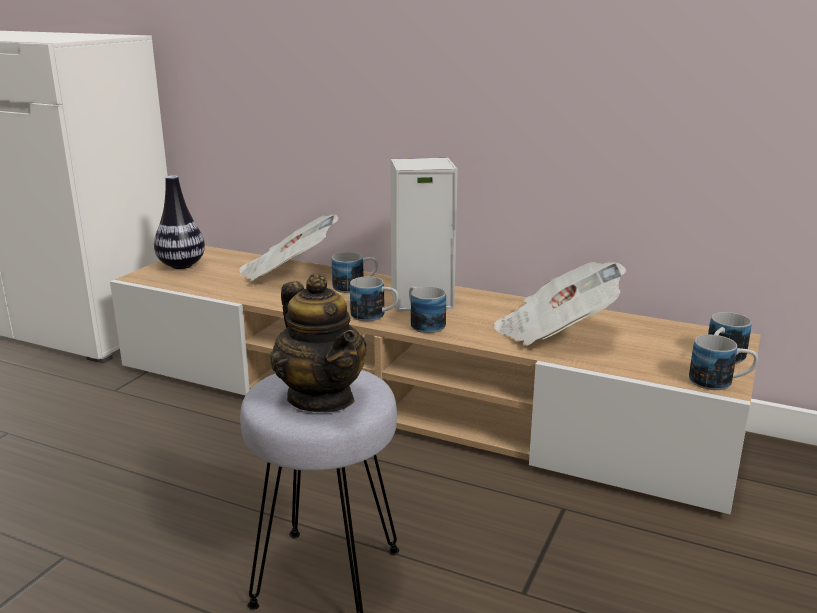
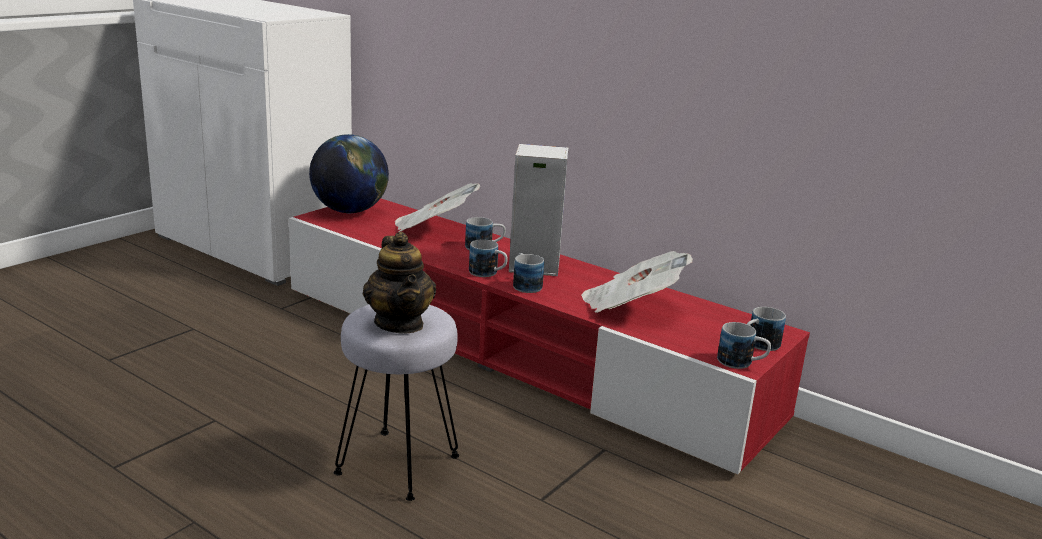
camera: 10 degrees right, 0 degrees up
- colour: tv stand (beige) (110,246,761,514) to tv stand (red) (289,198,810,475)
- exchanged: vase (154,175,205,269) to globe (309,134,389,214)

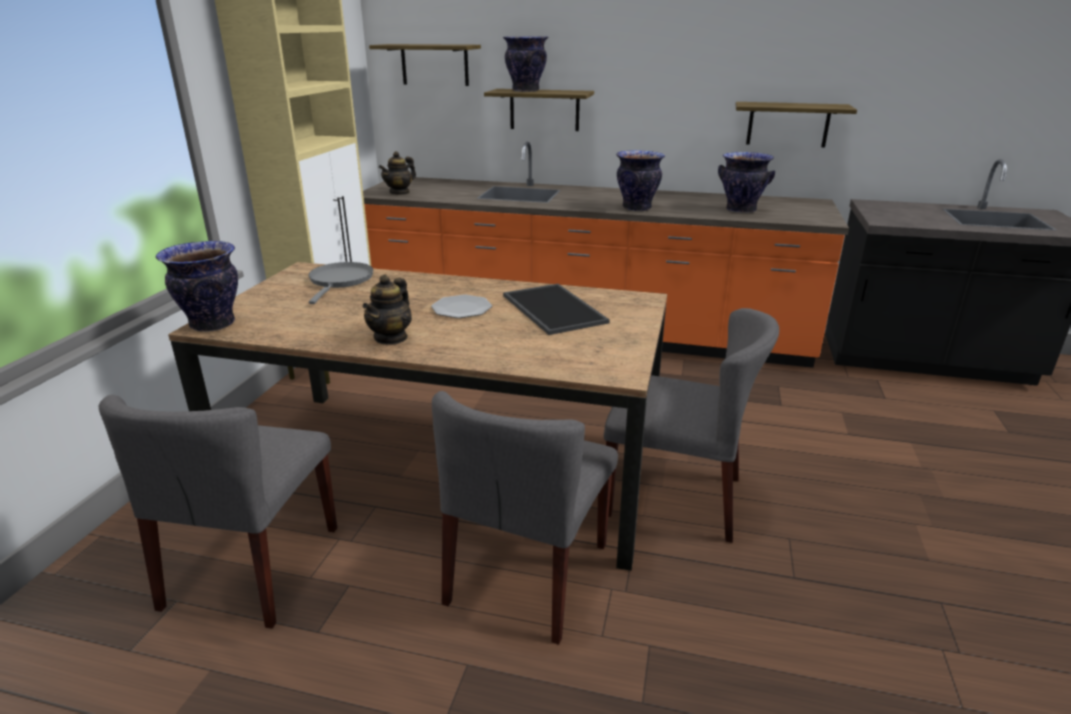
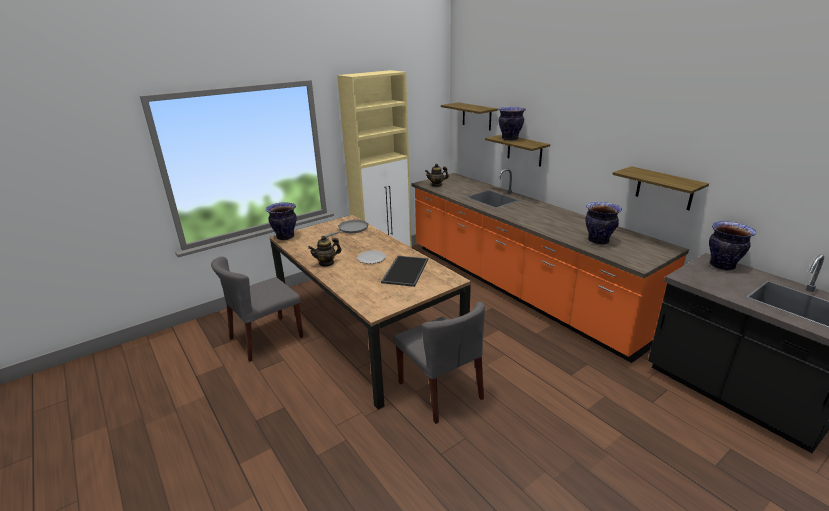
camera: 40 degrees right, 0 degrees up
- relocated: vase (616,150,665,211) to (709,221,756,270)
- missing: chair (grey) (432,391,618,645)

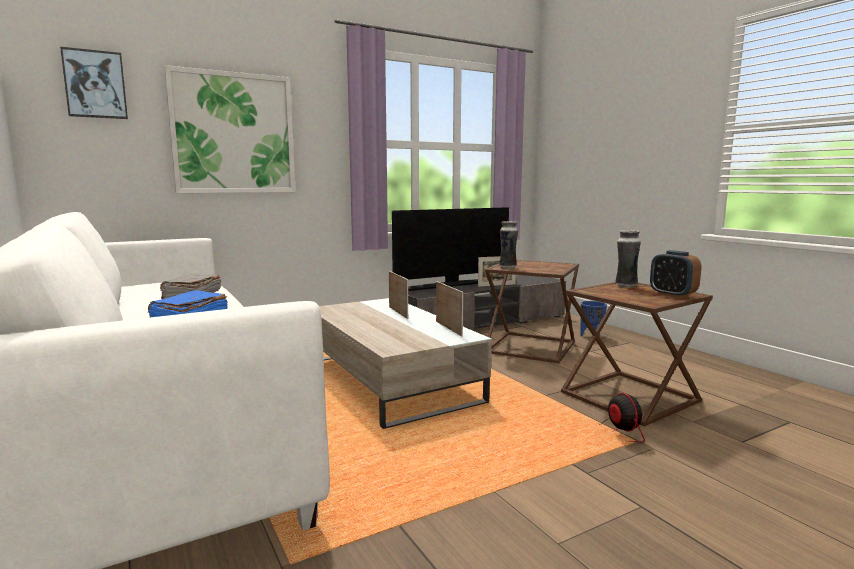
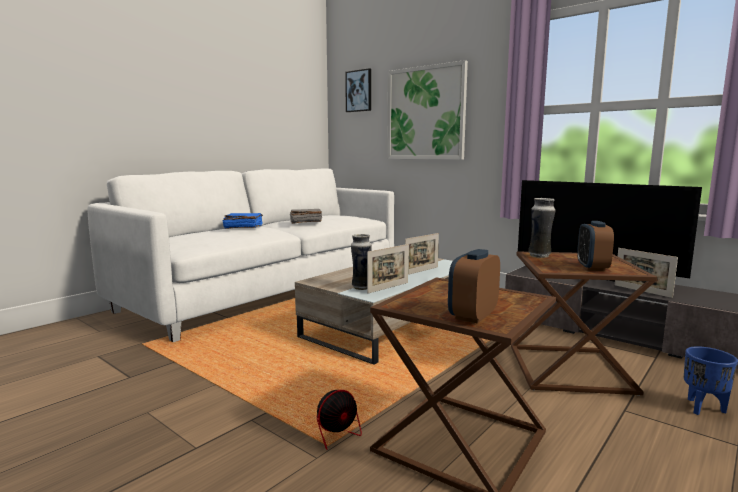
camera: 70 degrees right, 0 degrees up
- relocated: vase (615,230,641,288) to (351,234,372,290)
- appeared: alarm clock (577,221,614,271)

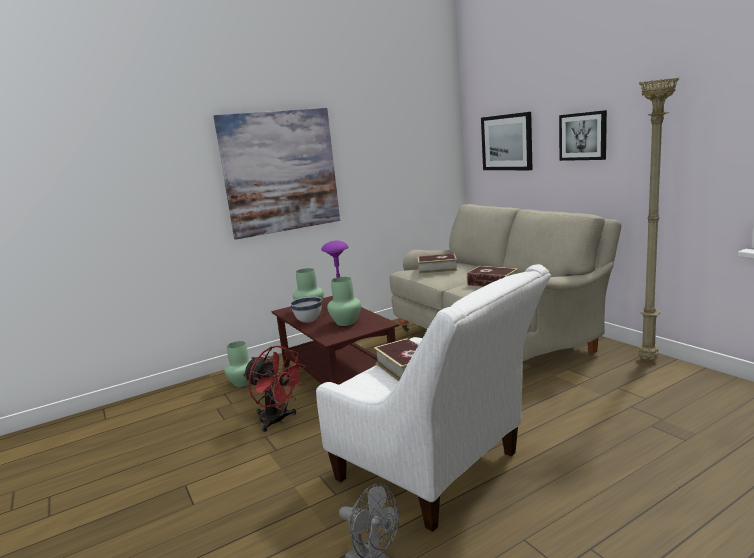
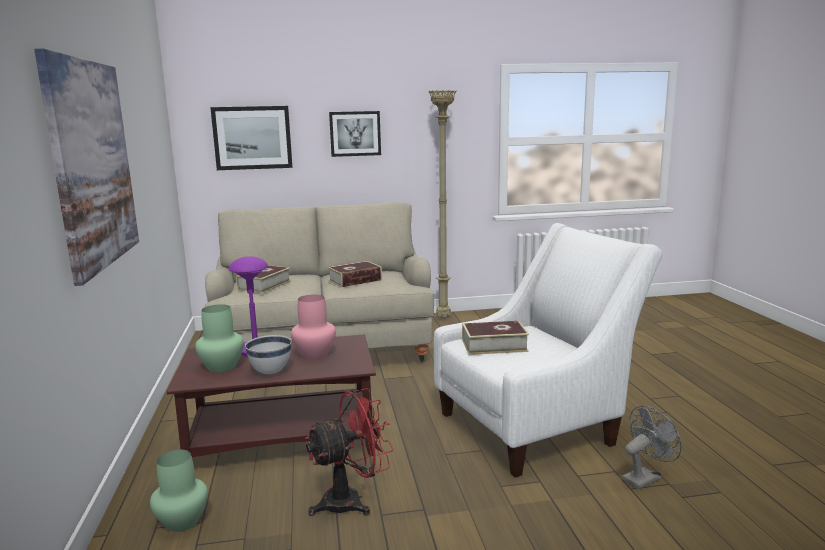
camera: 70 degrees left, 0 degrees up
- colour: vase (green) (327,277,361,326) to vase (pink) (291,295,336,359)

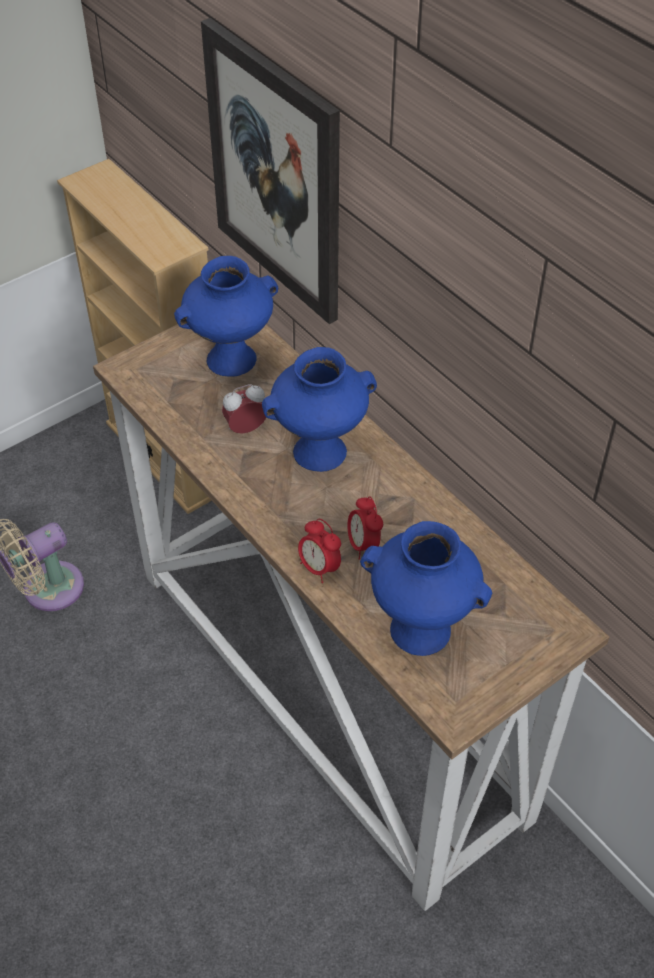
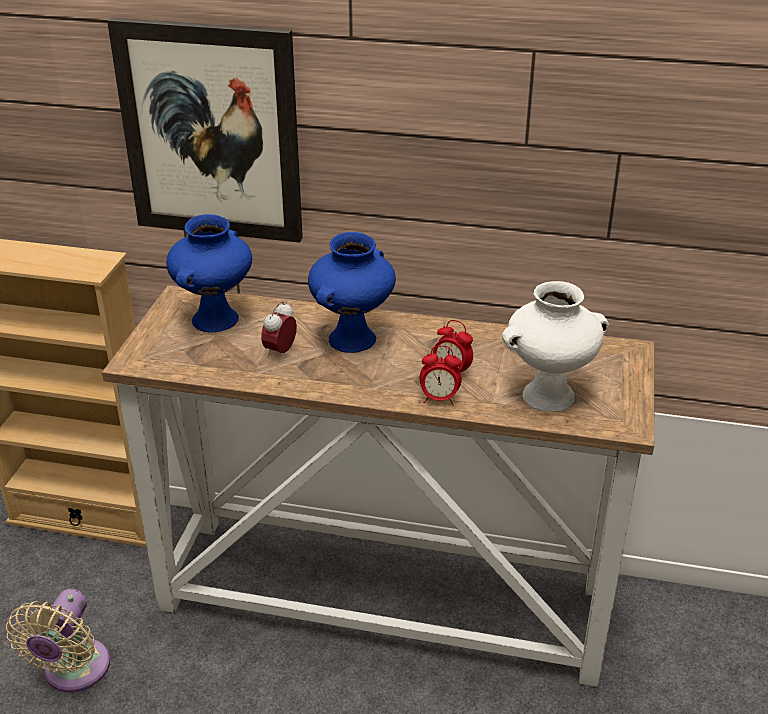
camera: 40 degrees left, 15 degrees down
- colour: vase (blue) (360,521,492,656) to vase (white) (502,281,609,411)

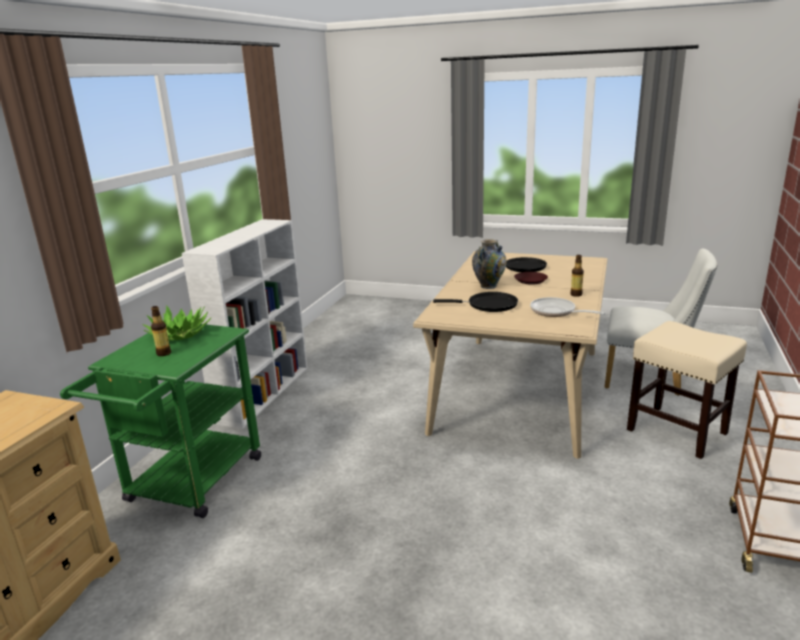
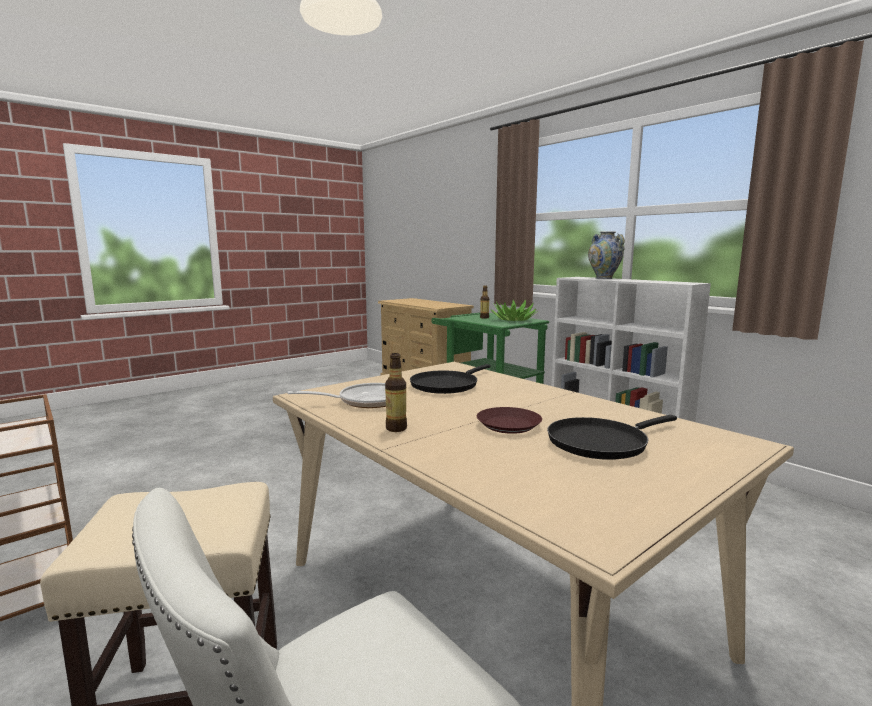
camera: 120 degrees right, 10 degrees down
- relocated: vase (472,239,506,289) to (588,231,625,279)

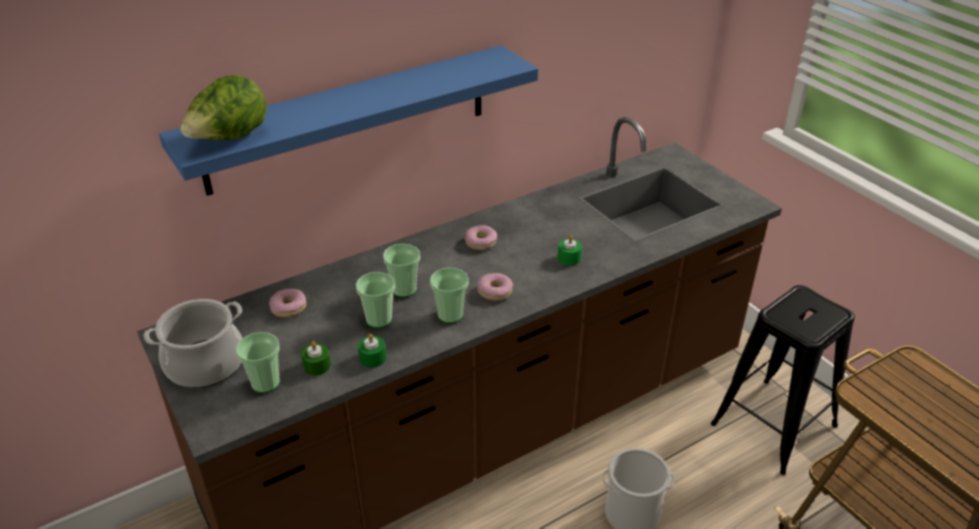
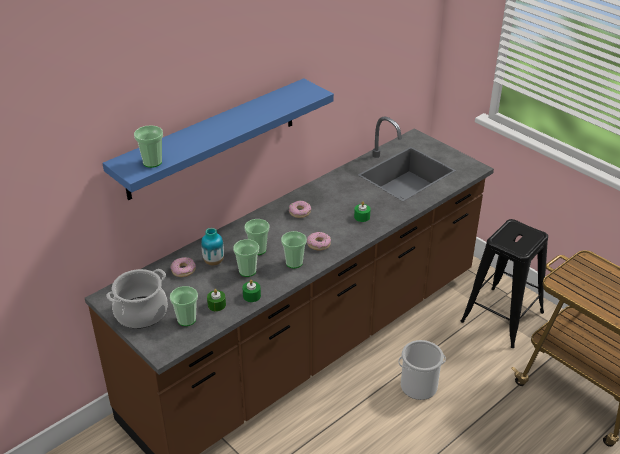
camera: 10 degrees left, 0 degrees up
- exchanged: lettuce (180,75,267,140) to cup (134,125,163,168)
- appeared: vase (201,228,224,265)

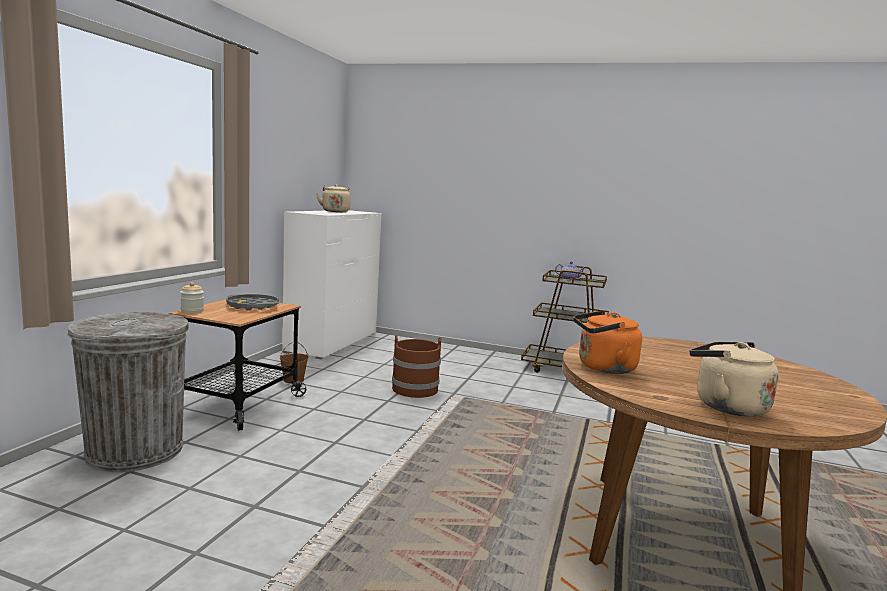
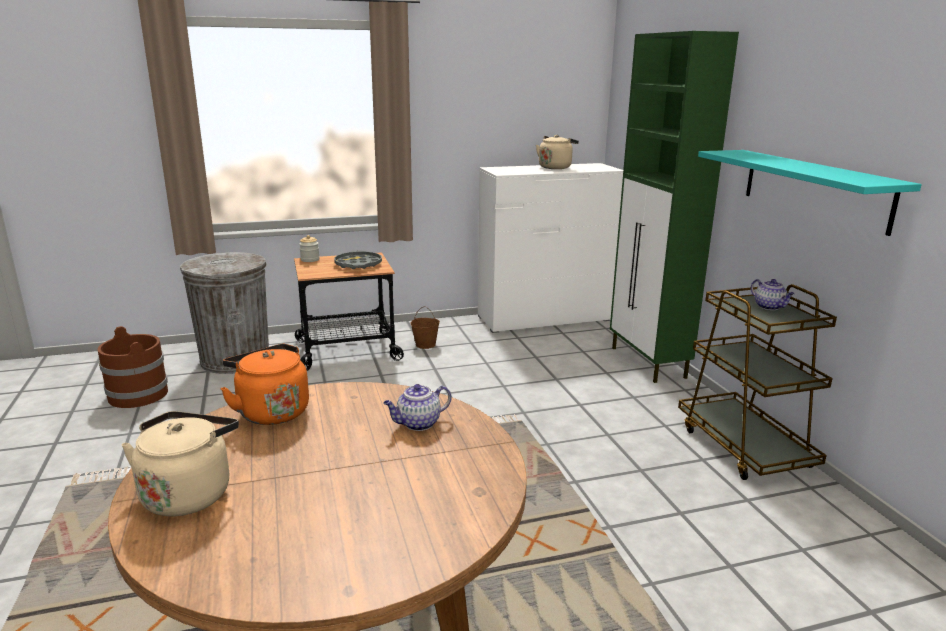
camera: 55 degrees right, 10 degrees up
- relocated: bucket (brown) (392,335,441,398) to (98,326,168,408)
- appeared: teapot (383,384,452,431)
- appeared: cabinet (green) (610,31,739,383)
- appeared: shelf (turquoise) (698,150,922,236)

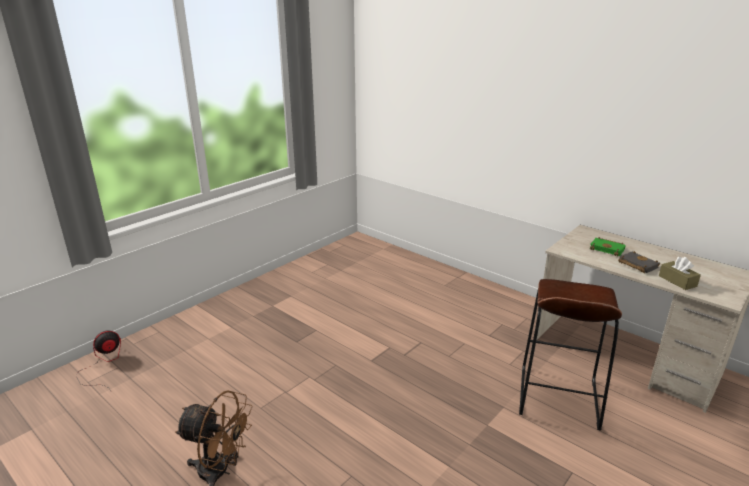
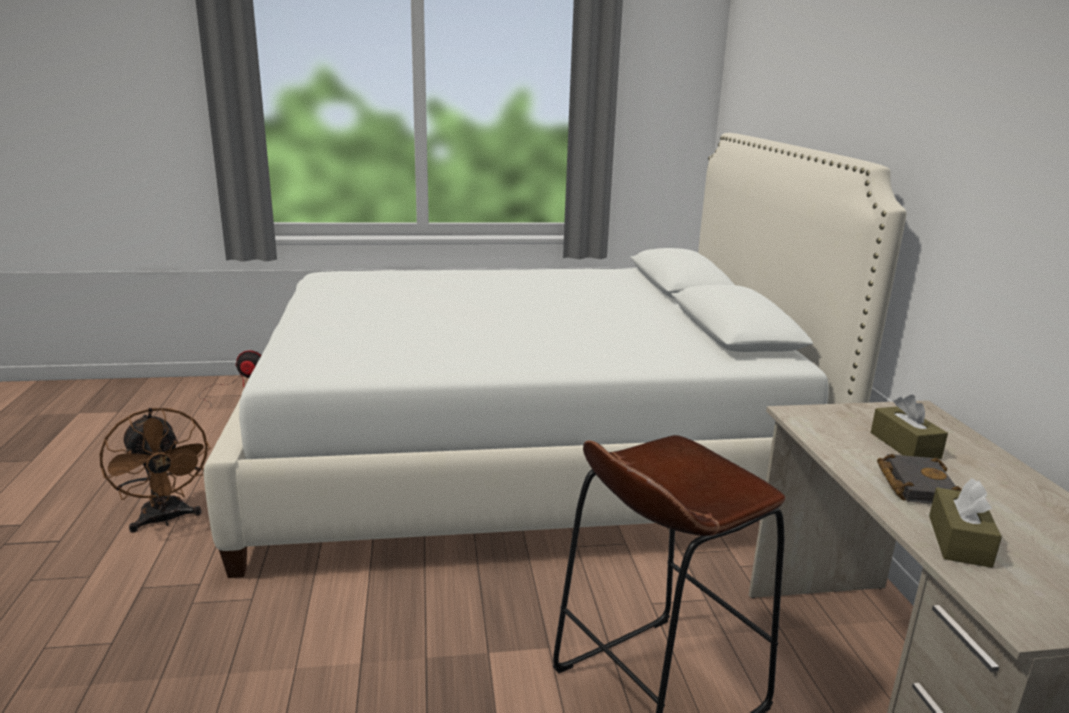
camera: 40 degrees right, 5 degrees down
- appeared: bed (white) (204,133,907,578)
- exchanged: book (green) (590,237,626,256) to tissue box (brown) (871,394,948,459)

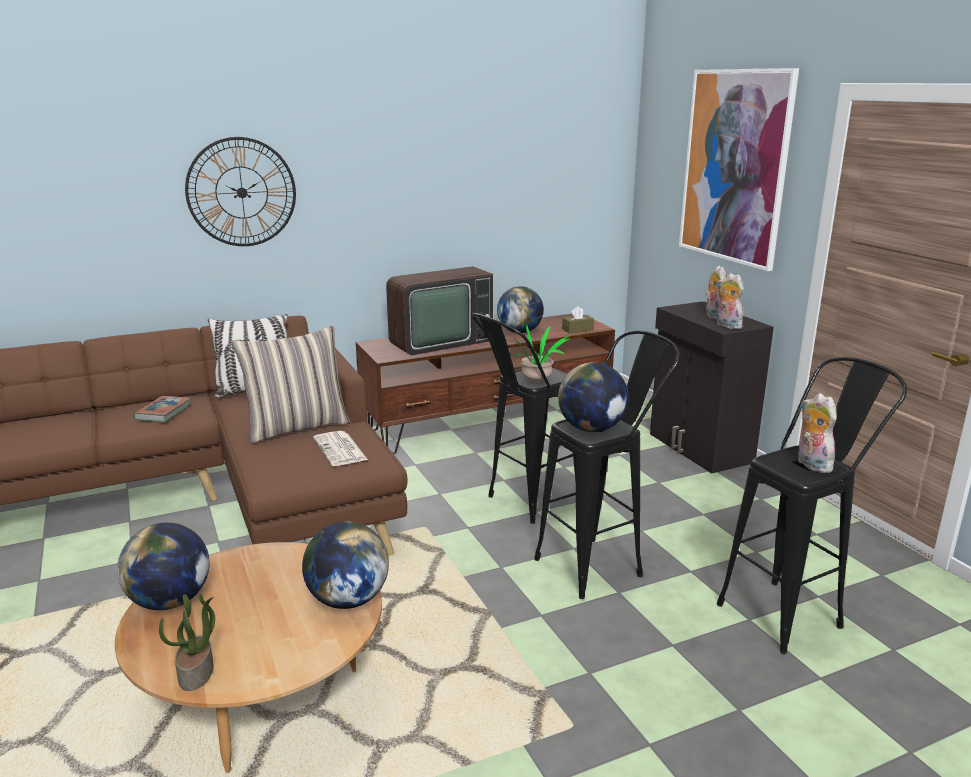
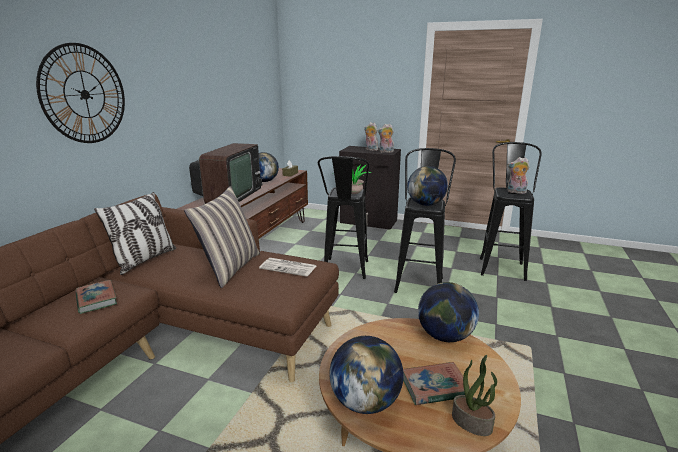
camera: 45 degrees left, 0 degrees up
- appeared: book (403,362,470,405)
- missing: picture (679,68,799,271)

